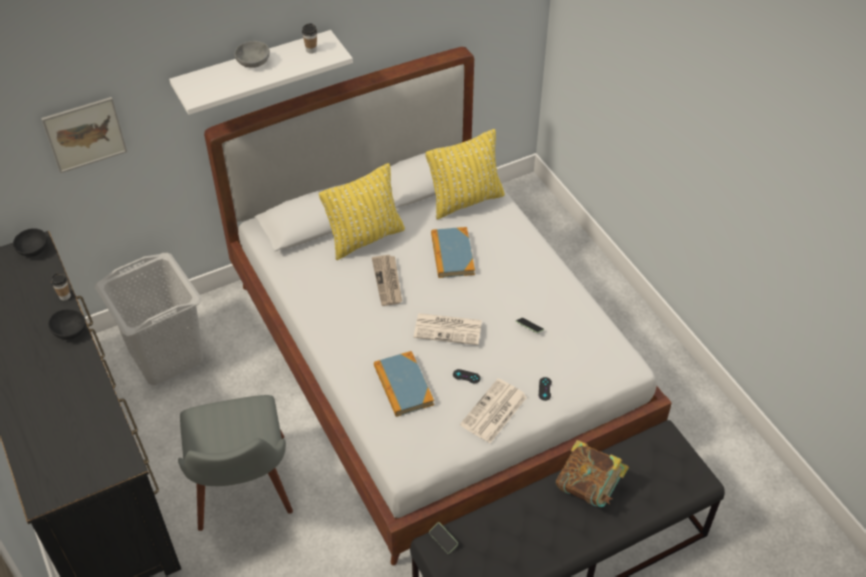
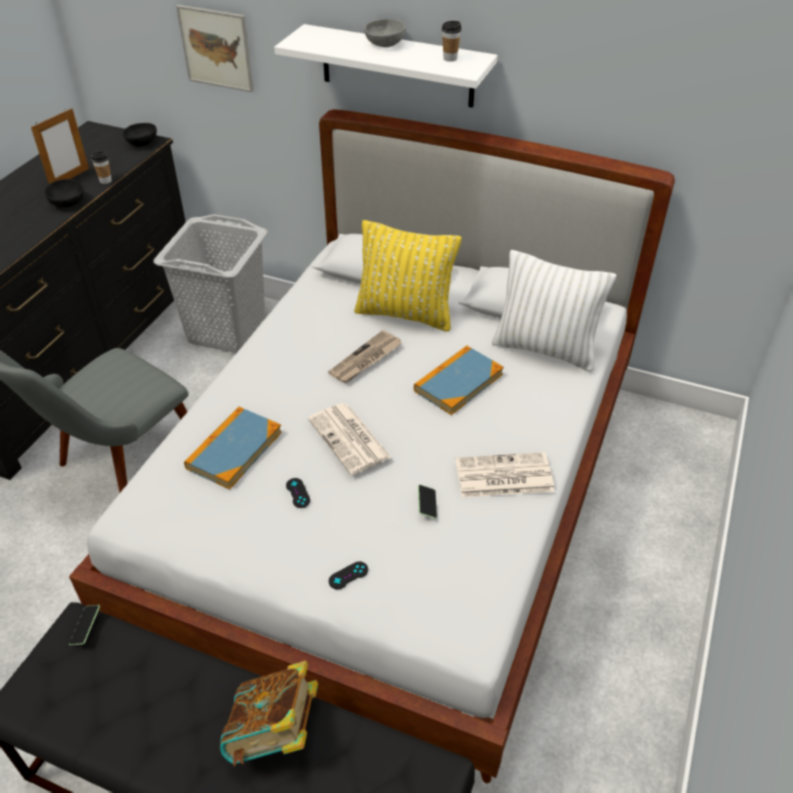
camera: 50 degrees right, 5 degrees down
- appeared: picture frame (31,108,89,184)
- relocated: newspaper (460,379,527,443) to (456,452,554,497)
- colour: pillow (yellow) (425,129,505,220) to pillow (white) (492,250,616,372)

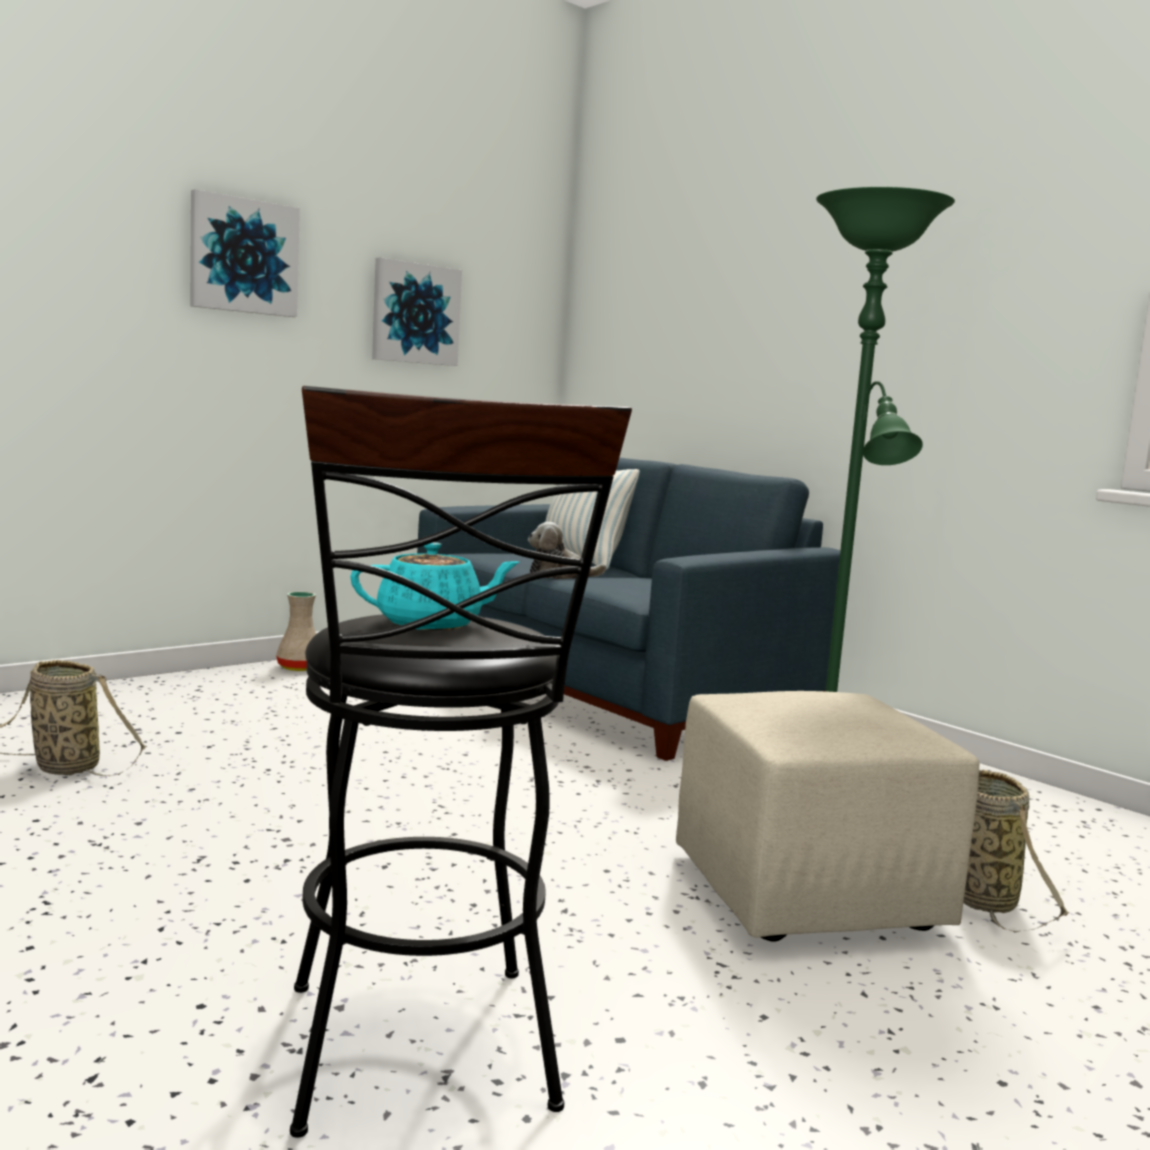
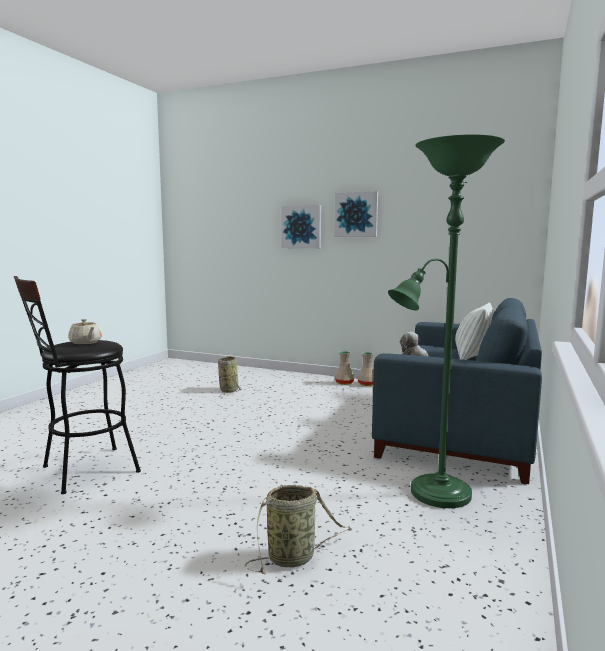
camera: 65 degrees right, 0 degrees up
- colour: teapot (turquoise) (350,542,520,630) to teapot (beige) (68,319,102,345)
- relocated: picture (372,257,462,366) to (281,205,321,248)
- appeared: vase (beige) (335,351,354,385)
- missing: ottoman (beige) (676,691,979,942)

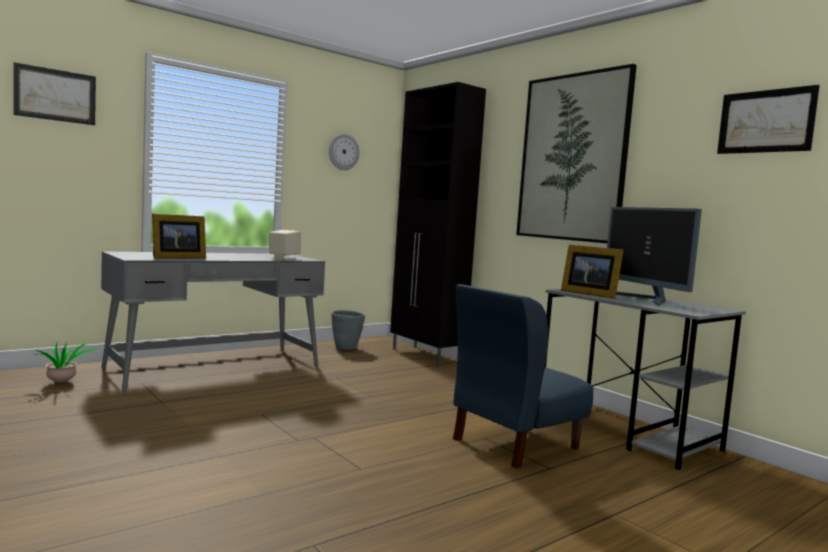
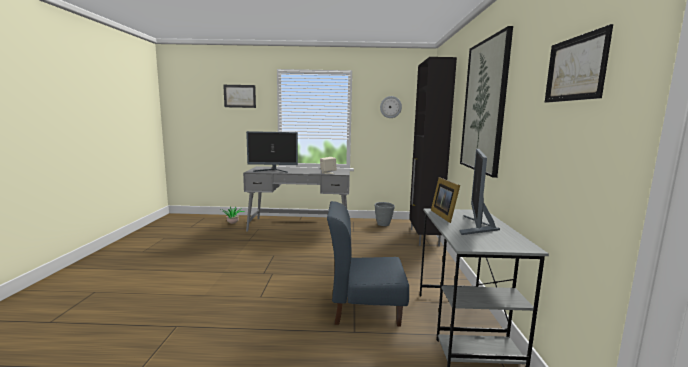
camera: 40 degrees right, 5 degrees up
- exchanged: picture frame (152,214,206,259) to monitor (246,131,298,173)

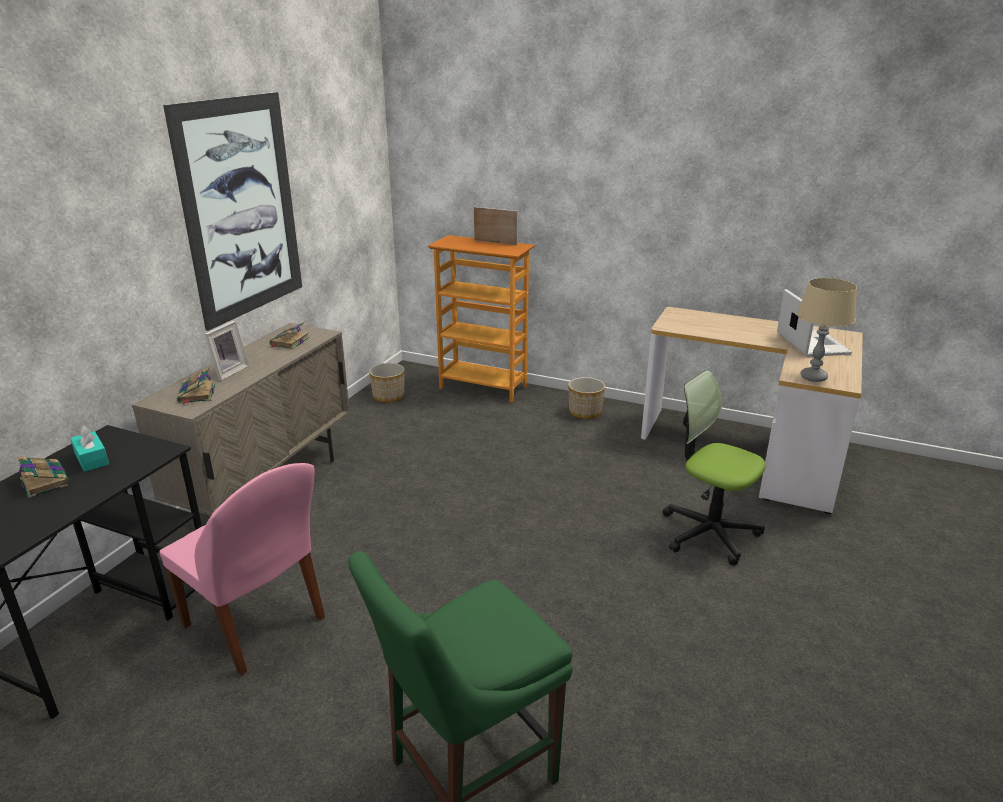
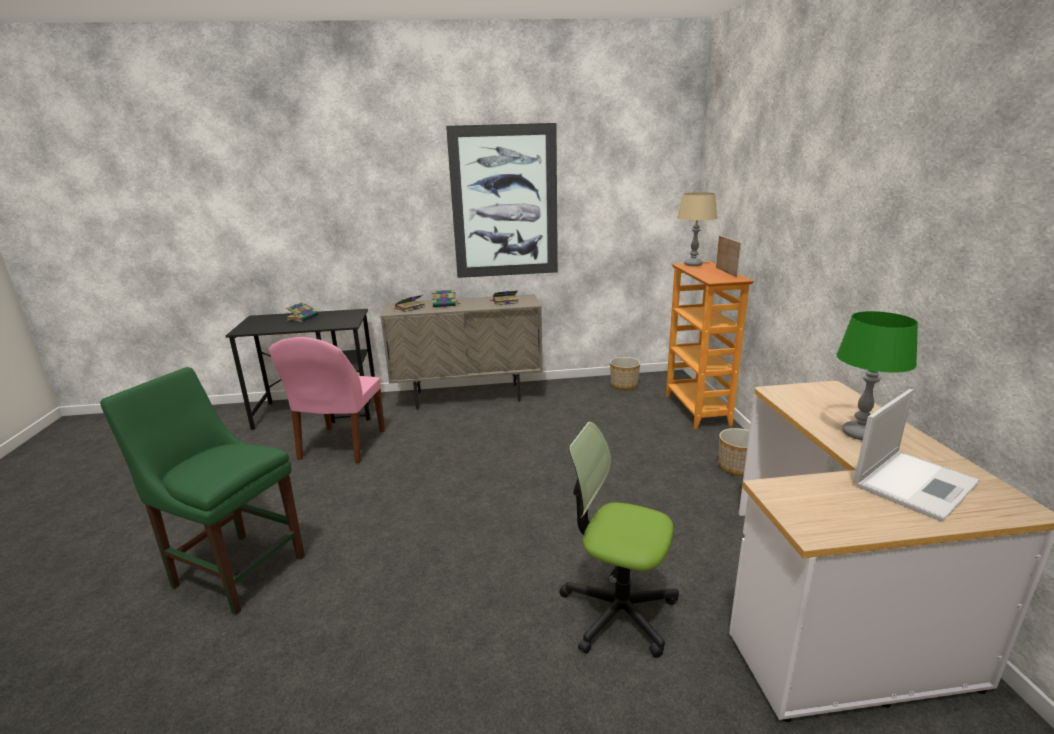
camera: 60 degrees right, 5 degrees down
- exchanged: picture frame (205,321,249,381) to book (432,290,459,307)
- spun: office chair (663,370,766,565) = (559,422,679,658) 75 degrees counterclockwise
- relocated: table lamp (beige) (797,278,857,382) to (677,192,717,266)
- appeared: table lamp (green) (836,311,918,440)
- missing: tissue box (turquoise) (70,426,109,472)

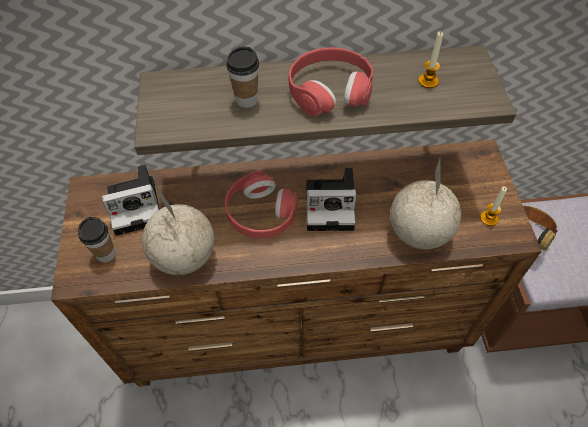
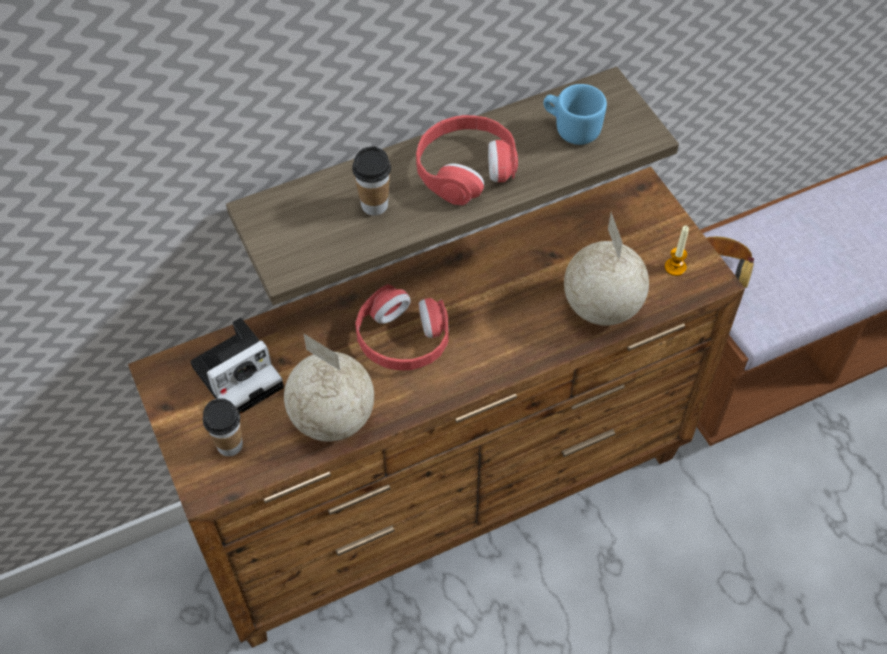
camera: 20 degrees left, 0 degrees up
- exchanged: candle (418,32,443,88) to mug (blue) (543,84,607,145)
- missing: photo camera (306,168,357,231)

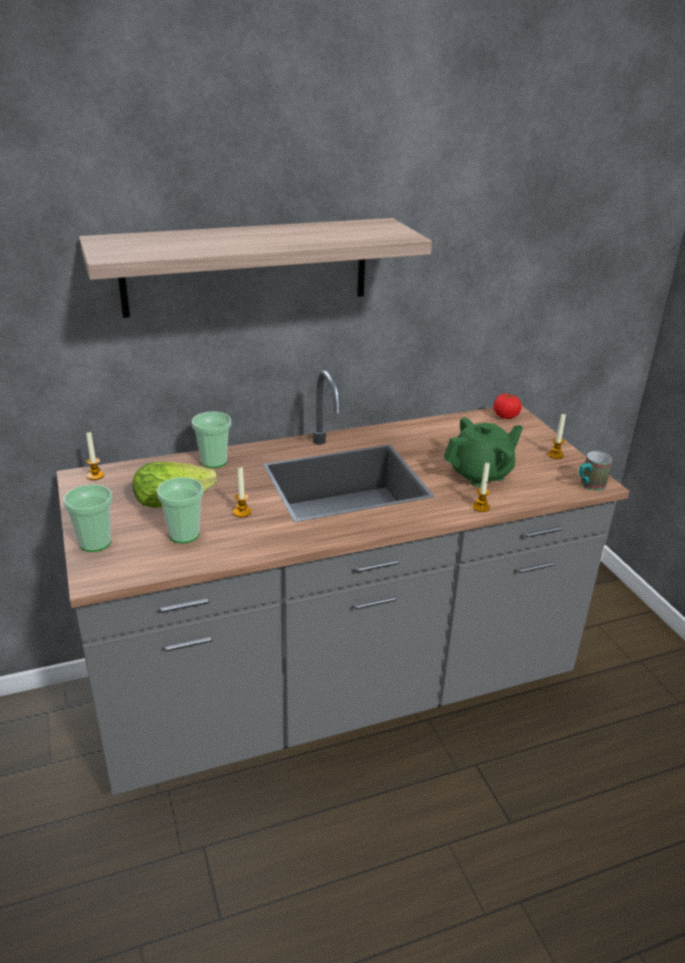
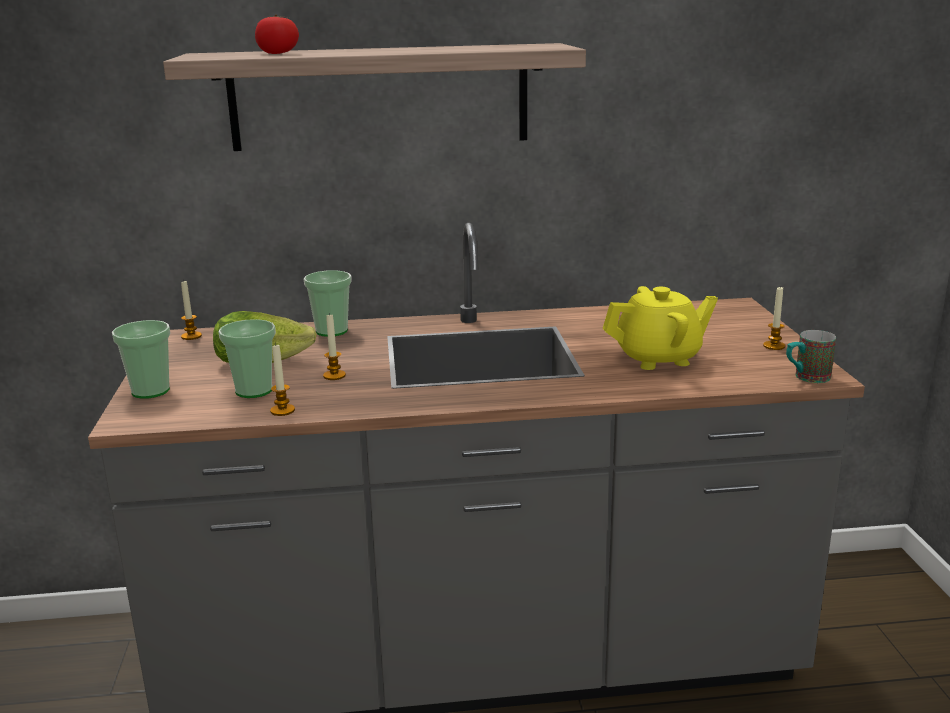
camera: 15 degrees right, 10 degrees down
- relocated: tomato (493,394,522,419) to (255,15,299,54)
- relocated: candle (472,462,490,512) to (270,343,295,416)
- colour: teapot (green) (443,417,523,487) to teapot (yellow) (602,286,718,370)

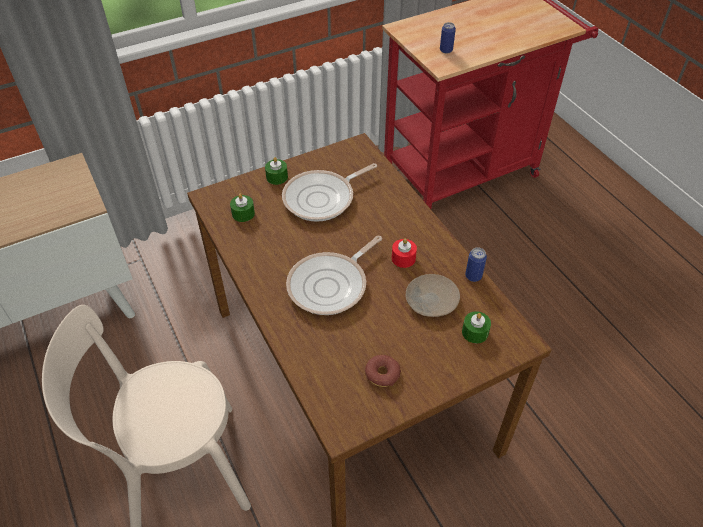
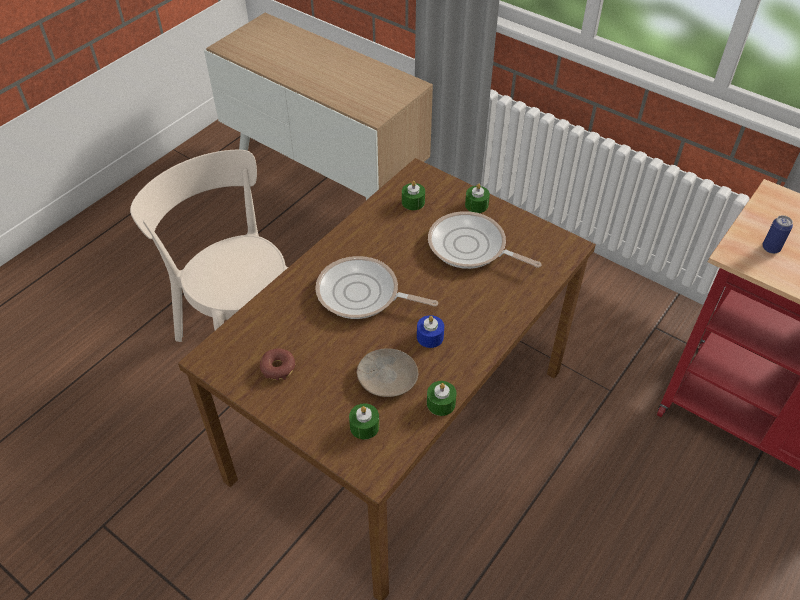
camera: 65 degrees right, 0 degrees up
- colour: candle (red) (392,238,417,268) to candle (blue) (417,315,444,348)
- exchanged: can (465,247,487,282) to candle (green) (427,381,457,416)

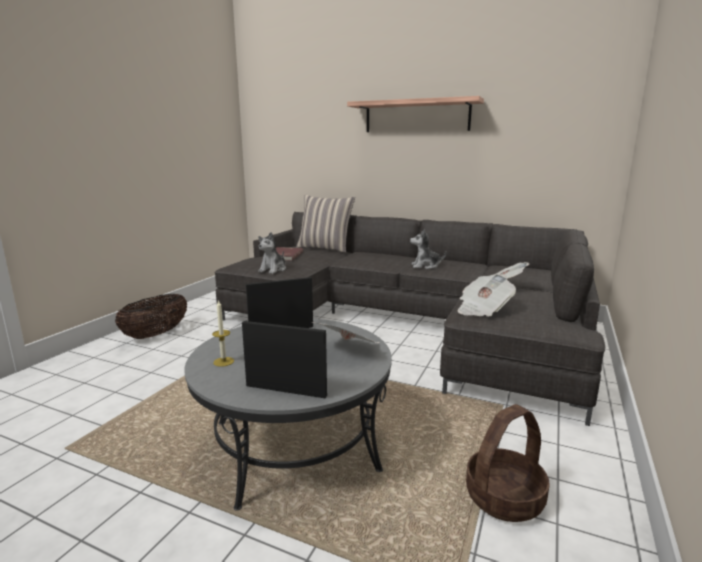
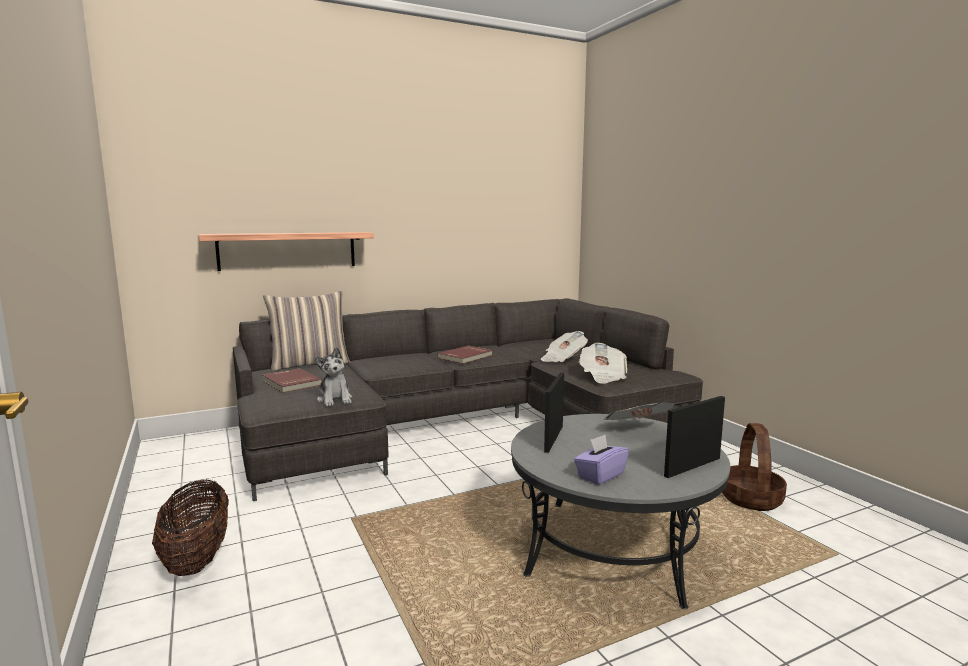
camera: 50 degrees left, 5 degrees down
- relocated: shelf (347,96,484,132) to (199,232,374,271)
- exchanged: plush toy (410,229,446,269) to book (red) (437,346,493,364)
- exchanged: candle (212,300,234,367) to tissue box (purple) (574,435,629,485)

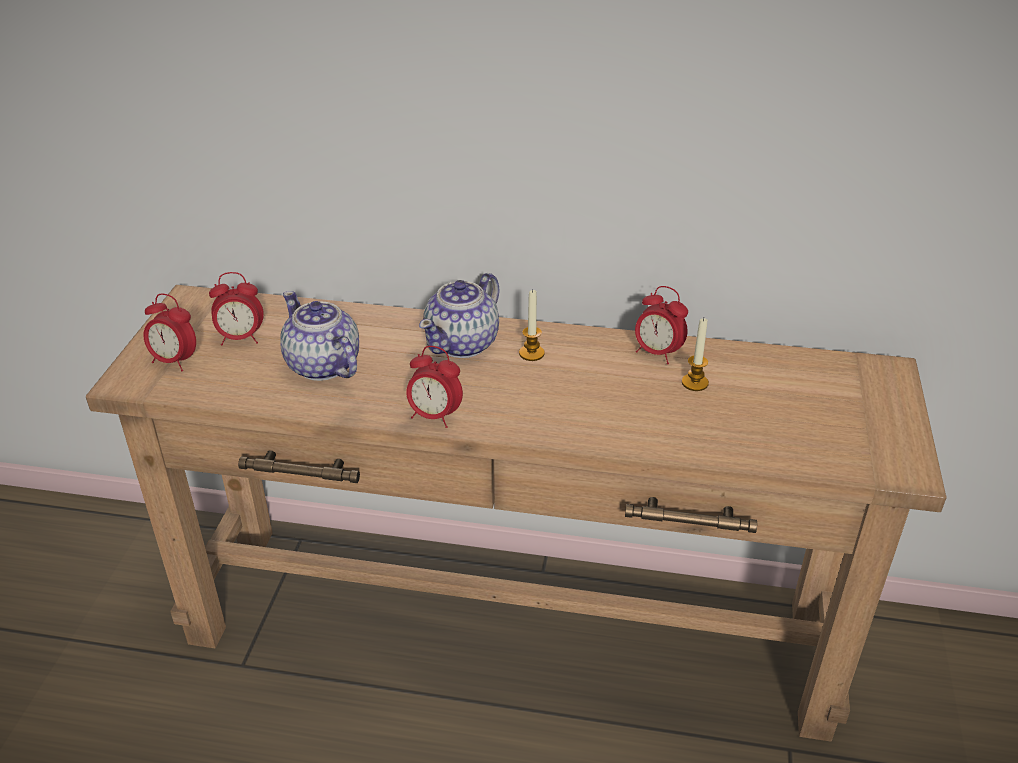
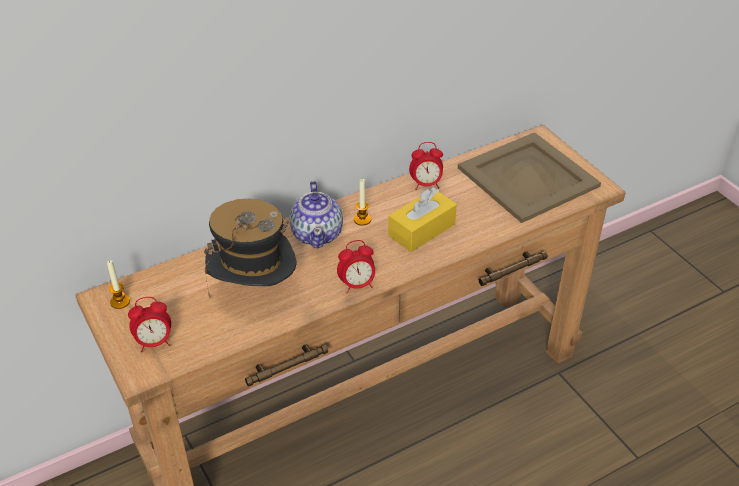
camera: 40 degrees left, 5 degrees up
- relocated: candle (682,318,709,391) to (107,260,130,309)
- exchanged: teapot (280,291,359,381) to hat (204,199,297,298)
- appeared: tissue box (yellow) (388,187,457,252)
- appeared: tray (beige) (458,132,601,223)
- missing: alarm clock (209,272,264,345)

